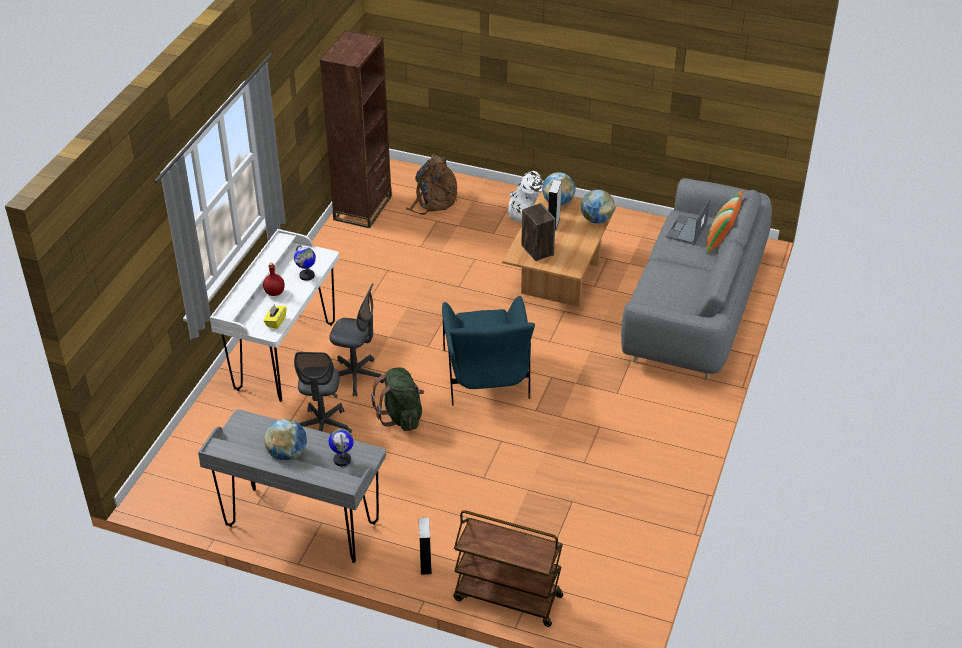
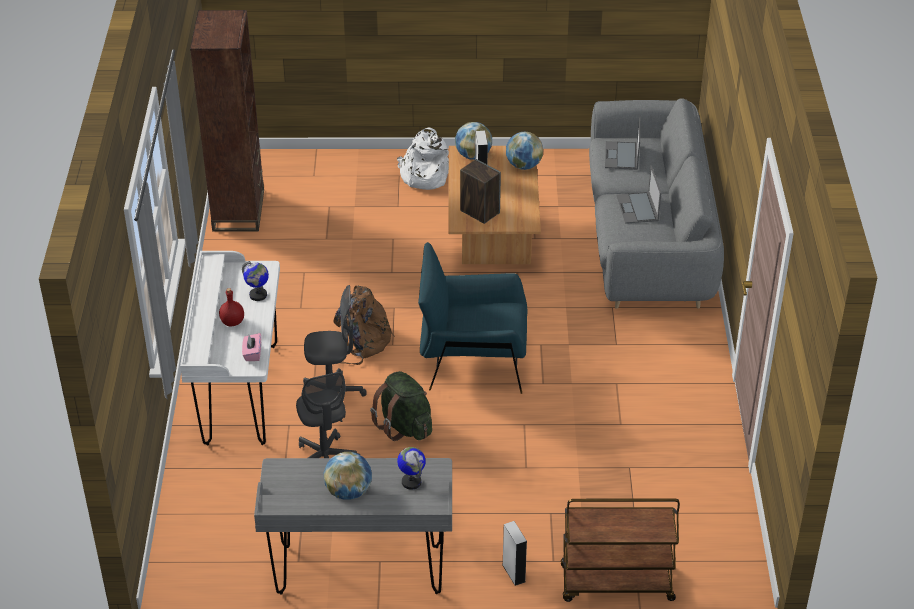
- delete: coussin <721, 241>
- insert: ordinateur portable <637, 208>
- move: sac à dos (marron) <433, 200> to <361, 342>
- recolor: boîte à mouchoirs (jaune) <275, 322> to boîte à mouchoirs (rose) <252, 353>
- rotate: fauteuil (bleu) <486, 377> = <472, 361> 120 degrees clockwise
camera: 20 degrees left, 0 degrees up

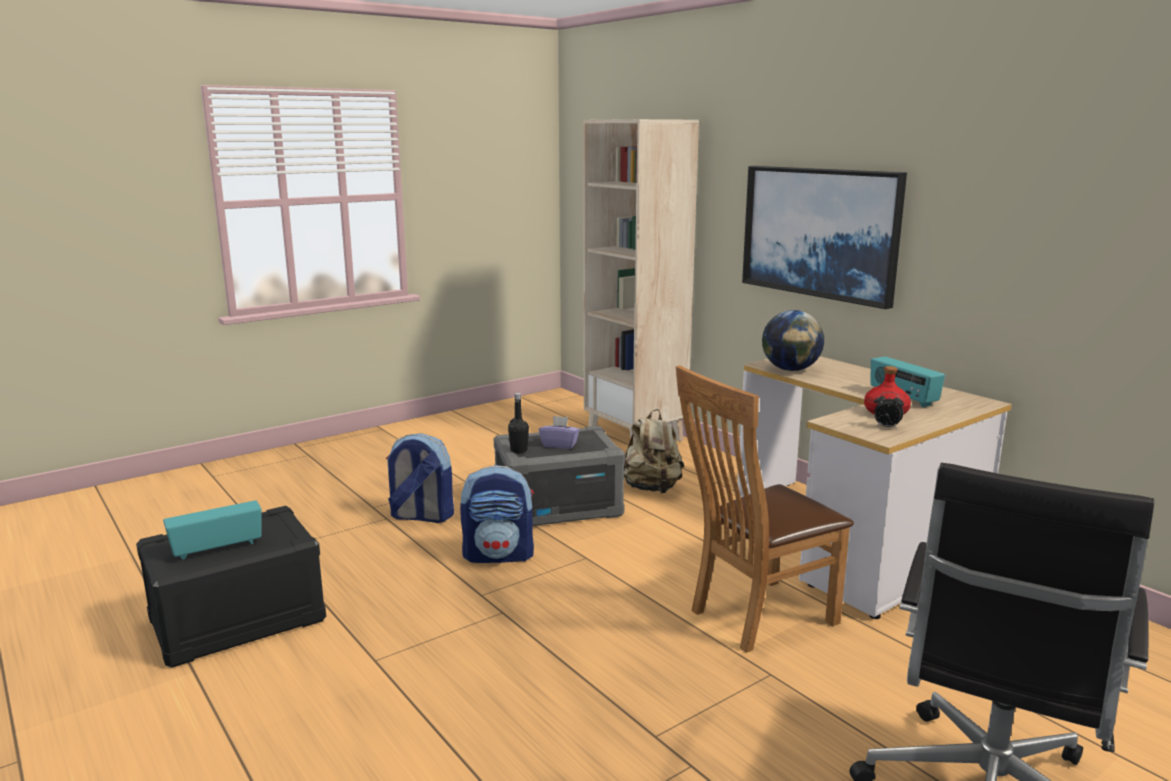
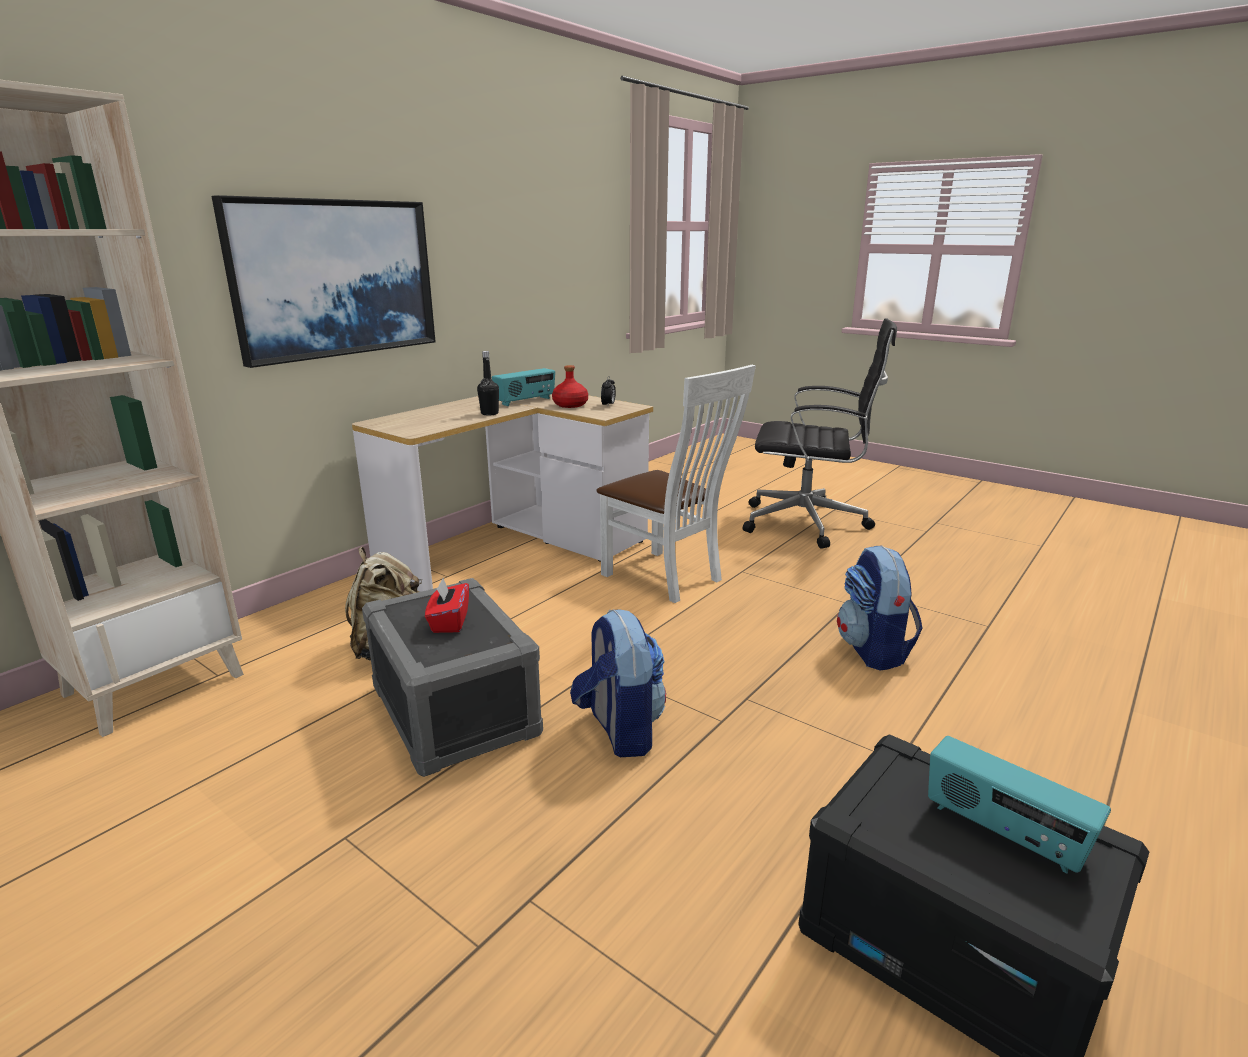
- delete: globe <790, 369>
- move: sac à dos <421, 516> to <873, 651>
- move: bouteille (noir) <519, 450> to <489, 413>
- recolor: boîte à mouchoirs (violet) <559, 445> to boîte à mouchoirs (rouge) <449, 622>
- recolor: chaise (marron) <755, 617> to chaise (blanc) <668, 578>
camera: 105 degrees left, 5 degrees up

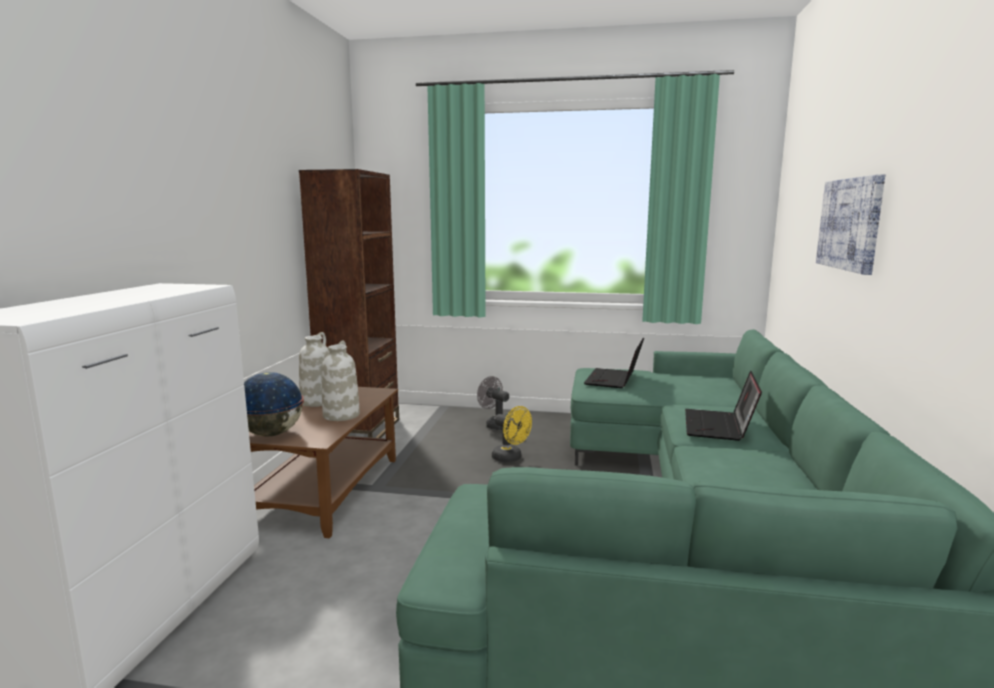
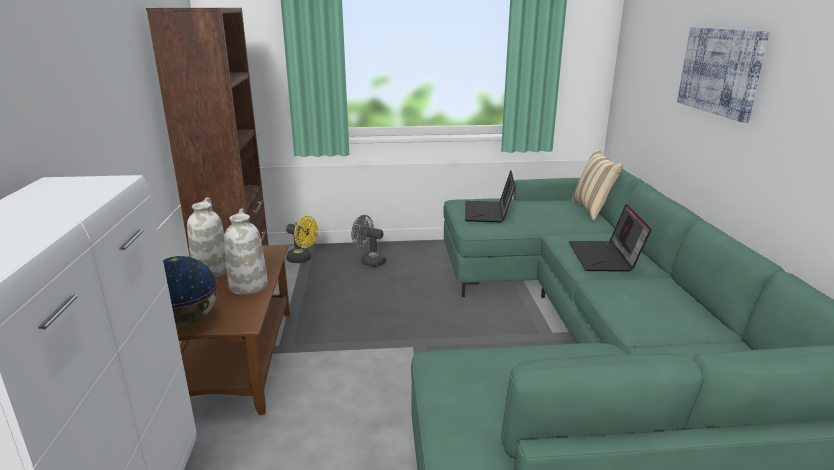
- insert: coussin (beige) <593, 210>
- move: ventilateur (jaune) <510, 458> to <302, 259>
camera: 15 degrees left, 10 degrees up

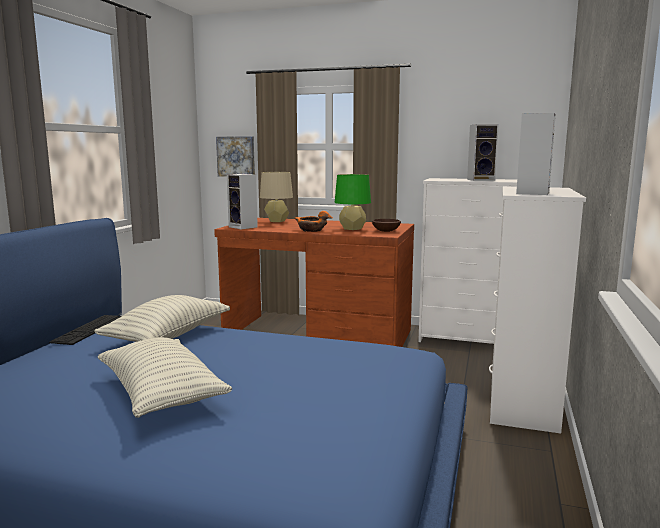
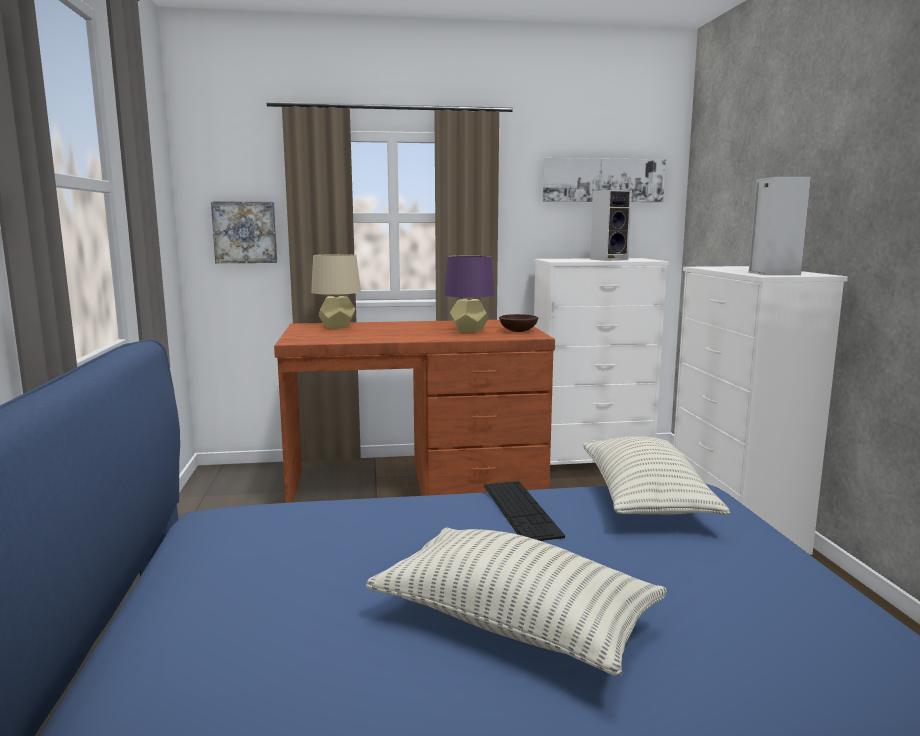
- delete: enceinte <244, 227>
- delete: bol (orange) <311, 230>
- insert: tableau <603, 180>
- move: clavier <89, 329> to <520, 509>
- move: coussin <168, 336> to <645, 500>
- recolor: lampe de table (vert) <352, 229> to lampe de table (violet) <469, 331>
camera: 25 degrees left, 0 degrees up

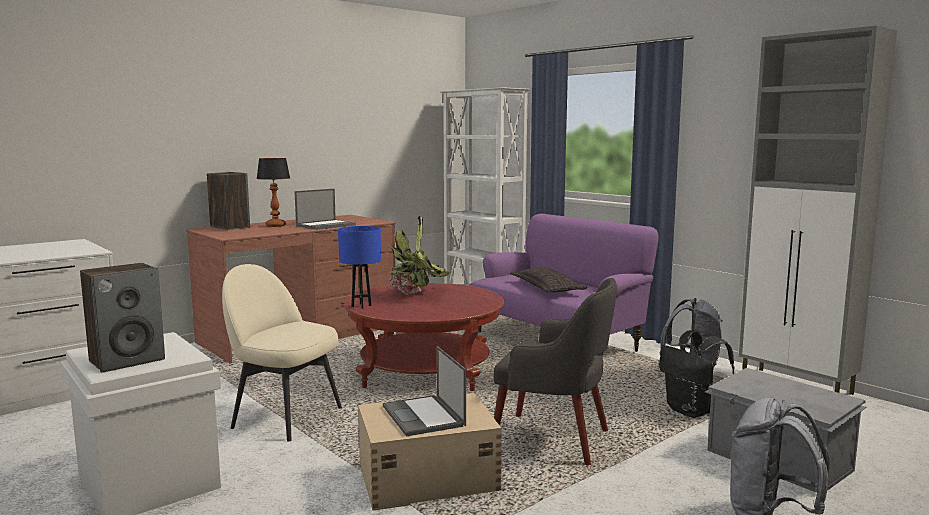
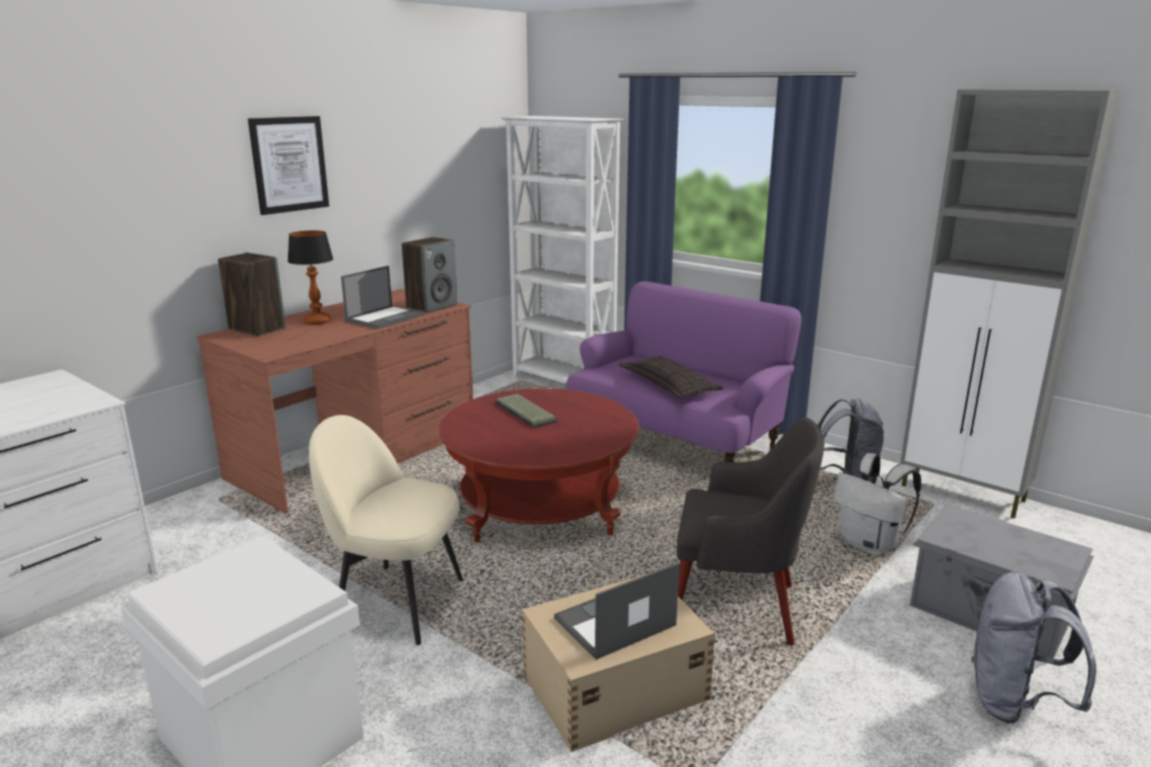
- delete: lampe de table (bleu) <361, 306>
- insert: tableau <289, 164>
- move: enceinte <127, 360> to <432, 306>
- replace: plante en pot <419, 294> to clavier <527, 412>
- recolor: sac à dos (noir) <692, 412> to sac à dos (blanc) <870, 545>
- rotate: ordinateur portable <424, 416> = <614, 622> 90 degrees clockwise
camera: 10 degrees left, 10 degrees up

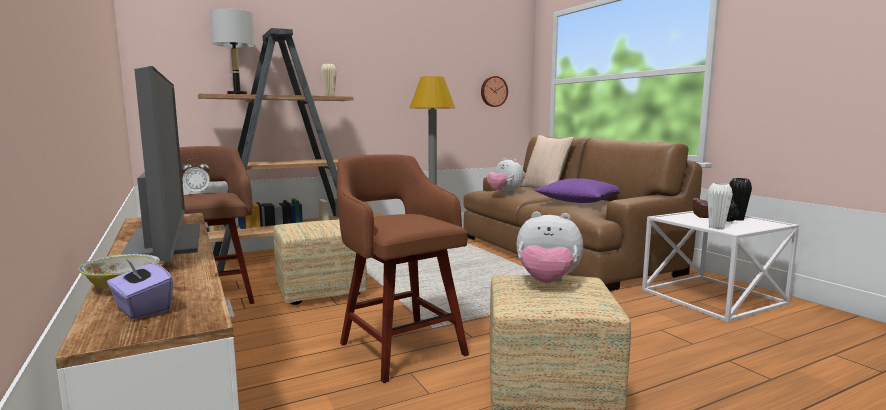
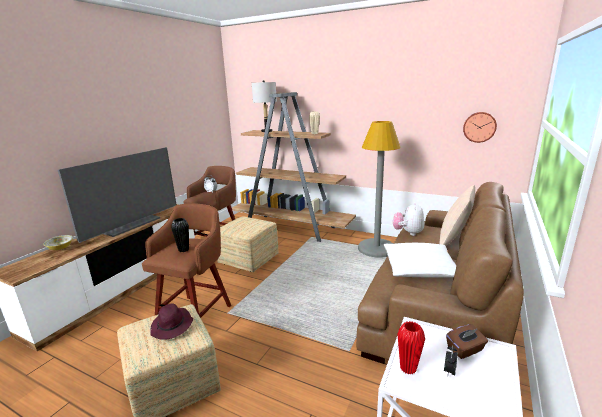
- delete: boîte à mouchoirs (violet) <141, 309>
- move: vase (noir) <736, 219> to <183, 250>
- replace: peluche <547, 283> to chapeau (violet) <172, 326>
- recolor: coussin (violet) <579, 201> to coussin (blanc) <420, 269>
- recolor: vase (blanc) <716, 227> to vase (rouge) <408, 368>
camera: 55 degrees right, 10 degrees up

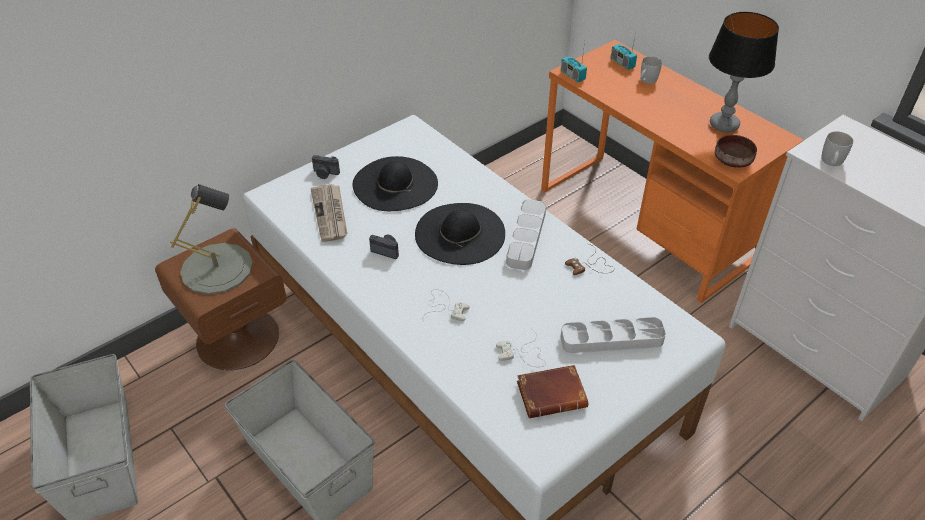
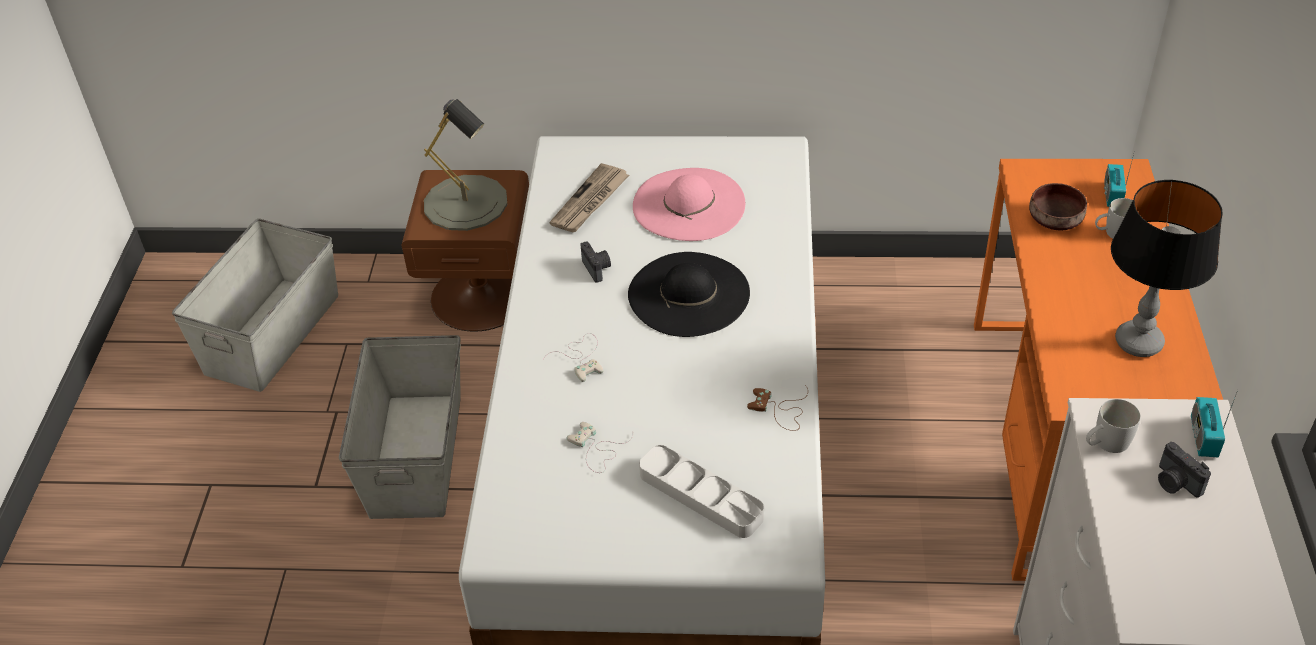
- delete: plateau (gris) <526, 237>
- delete: livre (marron) <552, 394>
- move: appareil photo <325, 174> to <1175, 483>
- move: radio <572, 75> to <1203, 437>
- move: bol (marron) <733, 160> to <1056, 220>
- recolor: chapeau (noir) <395, 184> to chapeau (rose) <689, 204>
camera: 45 degrees right, 0 degrees up

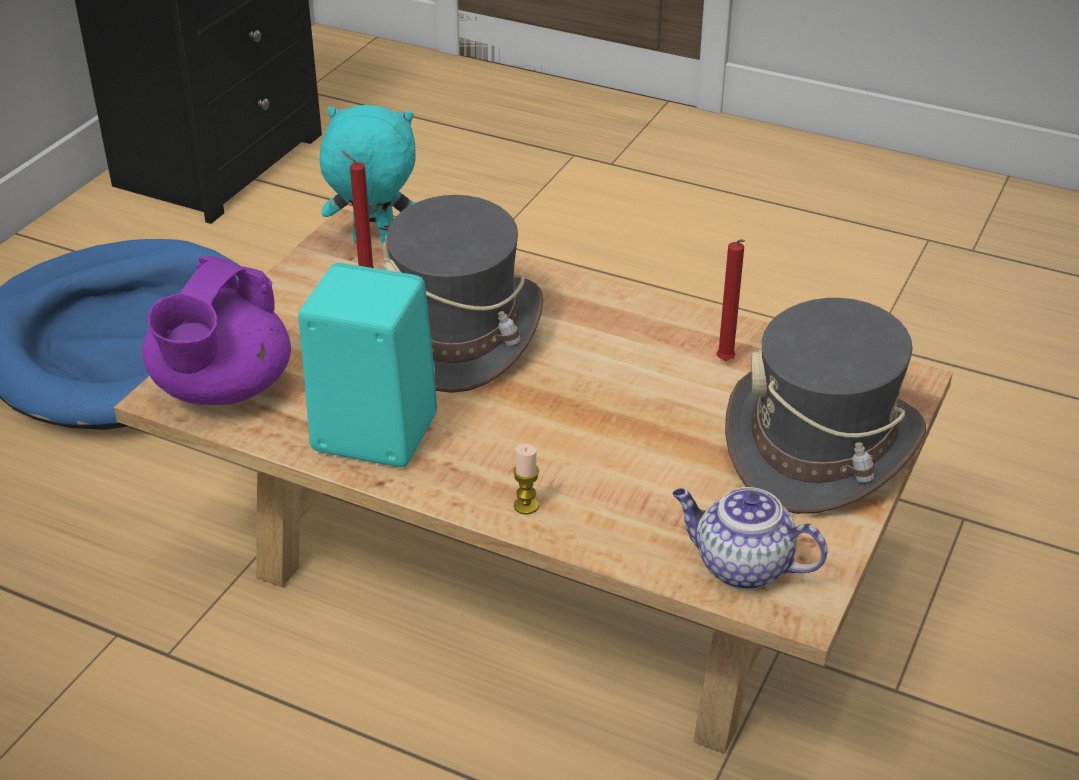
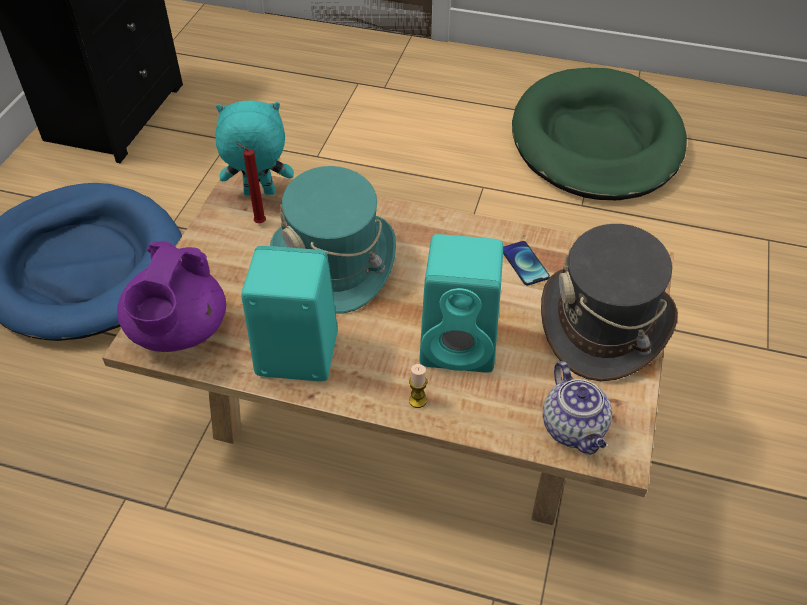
- insert: enceinte (turquoise) <461, 344>
- insert: panier pour chien (vert) <596, 141>
- replace: bougie (rouge) <726, 362> to téléphone <524, 264>
- recolor: chapeau (gris) <457, 332> to chapeau (turquoise) <335, 262>
- rotate: théière <741, 566> = <574, 429> 120 degrees counterclockwise
camera: 10 degrees left, 10 degrees up

